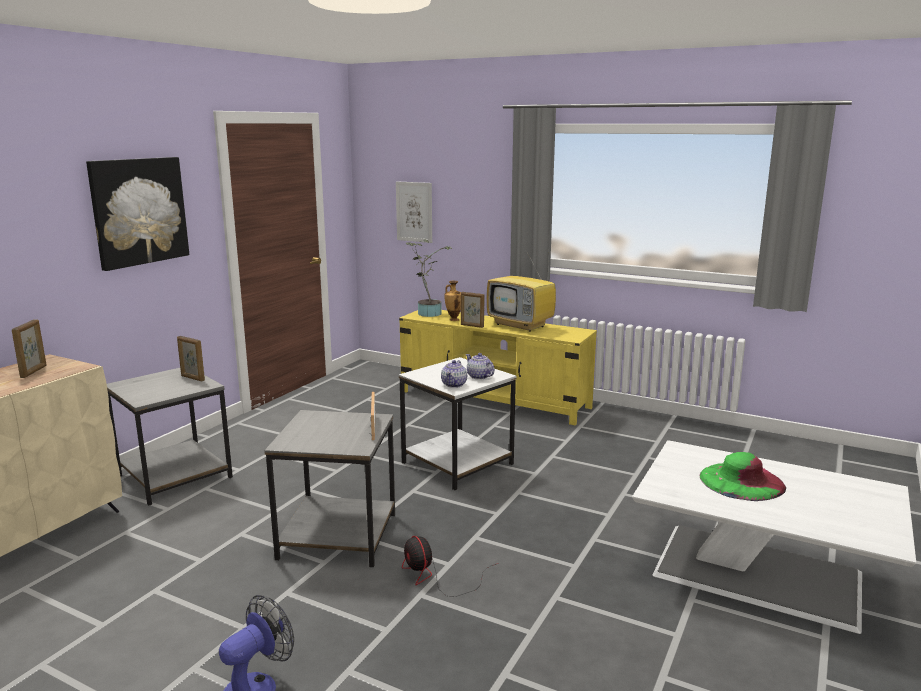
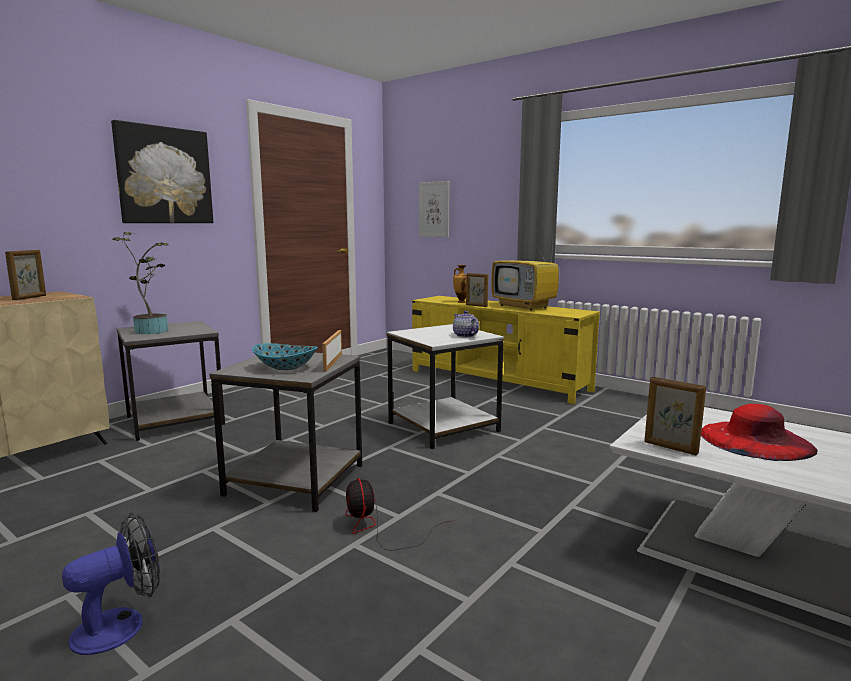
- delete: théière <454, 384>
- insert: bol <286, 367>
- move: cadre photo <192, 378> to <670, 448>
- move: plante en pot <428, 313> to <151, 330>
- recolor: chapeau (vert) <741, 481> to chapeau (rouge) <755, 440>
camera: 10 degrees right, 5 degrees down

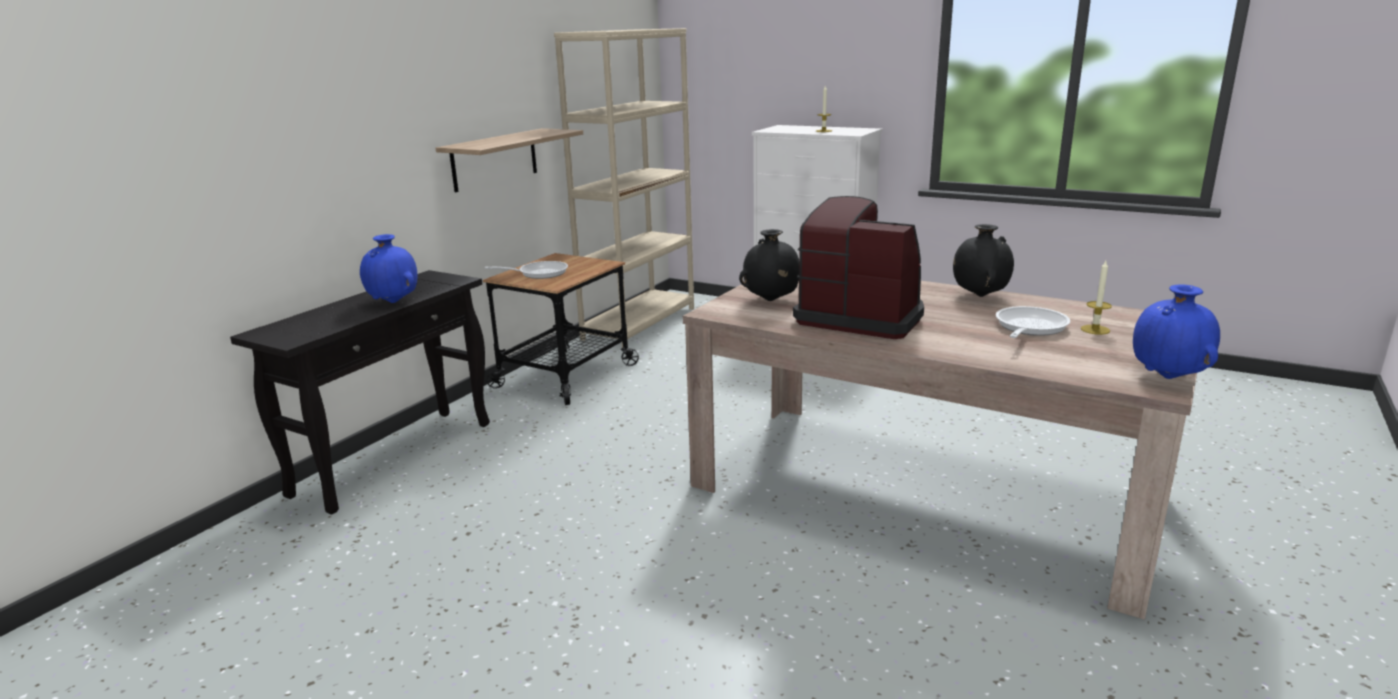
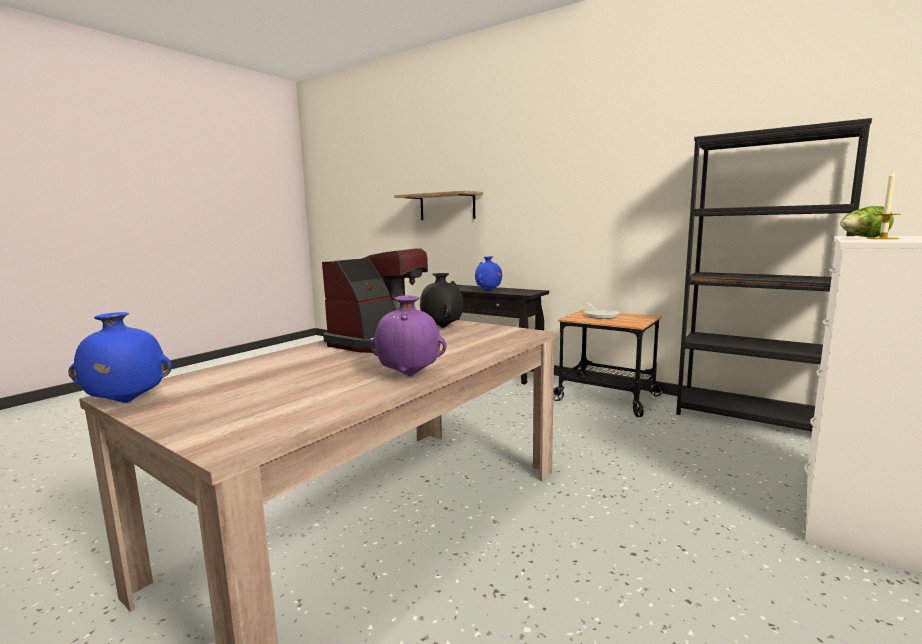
- delete: poêle <1028, 328>
- delete: bougie <1095, 329>
- insert: laitue <862, 237>
- move: étagère <495, 159> to <447, 206>
- recolor: bibliothèque (beige) <640, 323> to bibliothèque (noir) <749, 418>
- recolor: vase (noir) <979, 296> to vase (violet) <409, 375>
camera: 95 degrees right, 10 degrees down

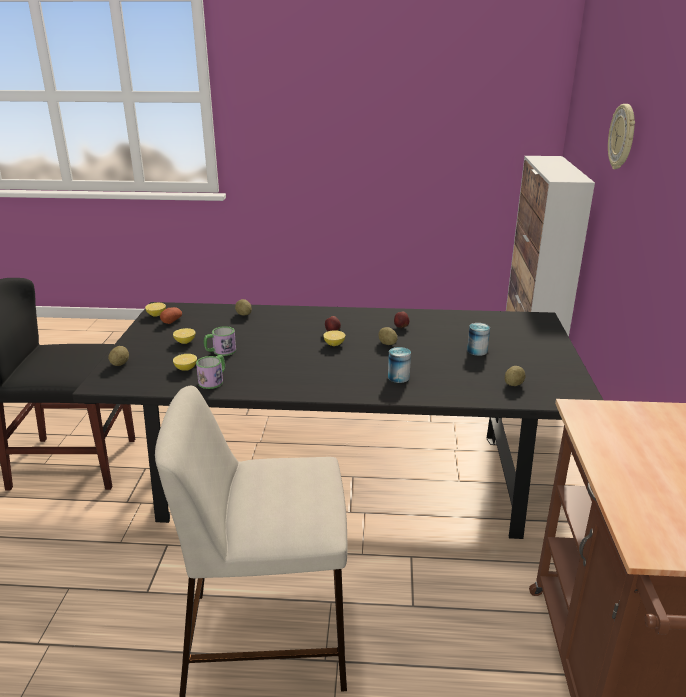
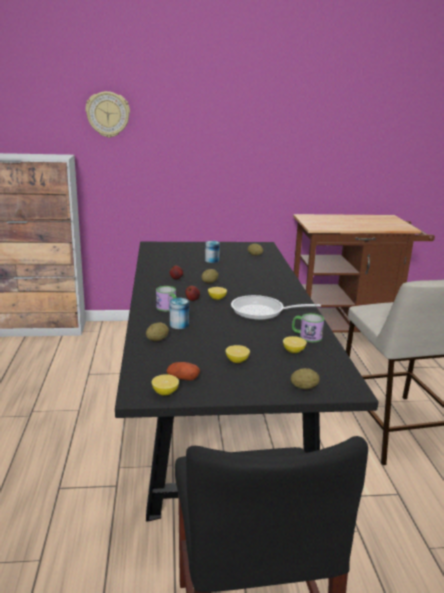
- insert: poêle <262, 312>
- move: mug <220, 351> to <168, 308>
- move: boîte métallique <398, 377> to <179, 325>
camera: 100 degrees left, 5 degrees down

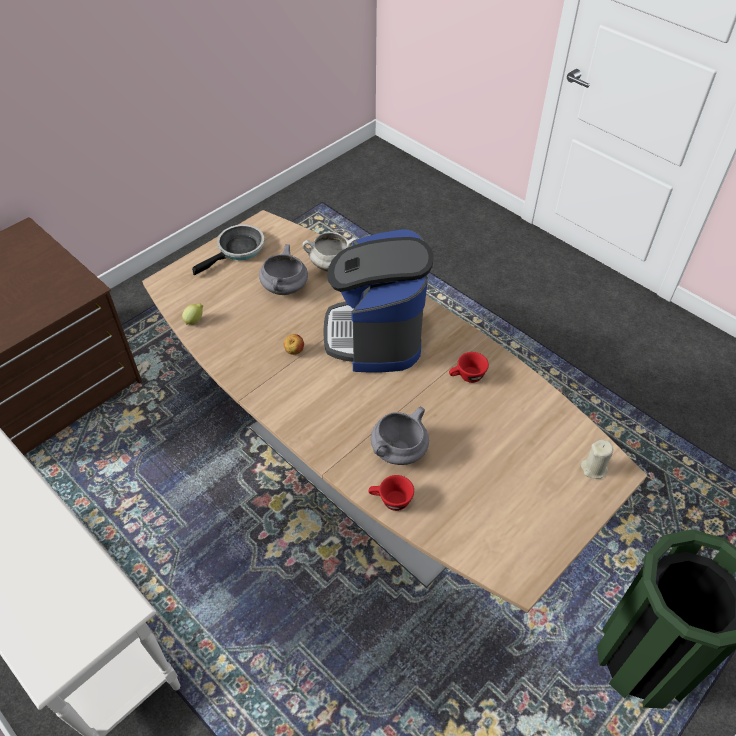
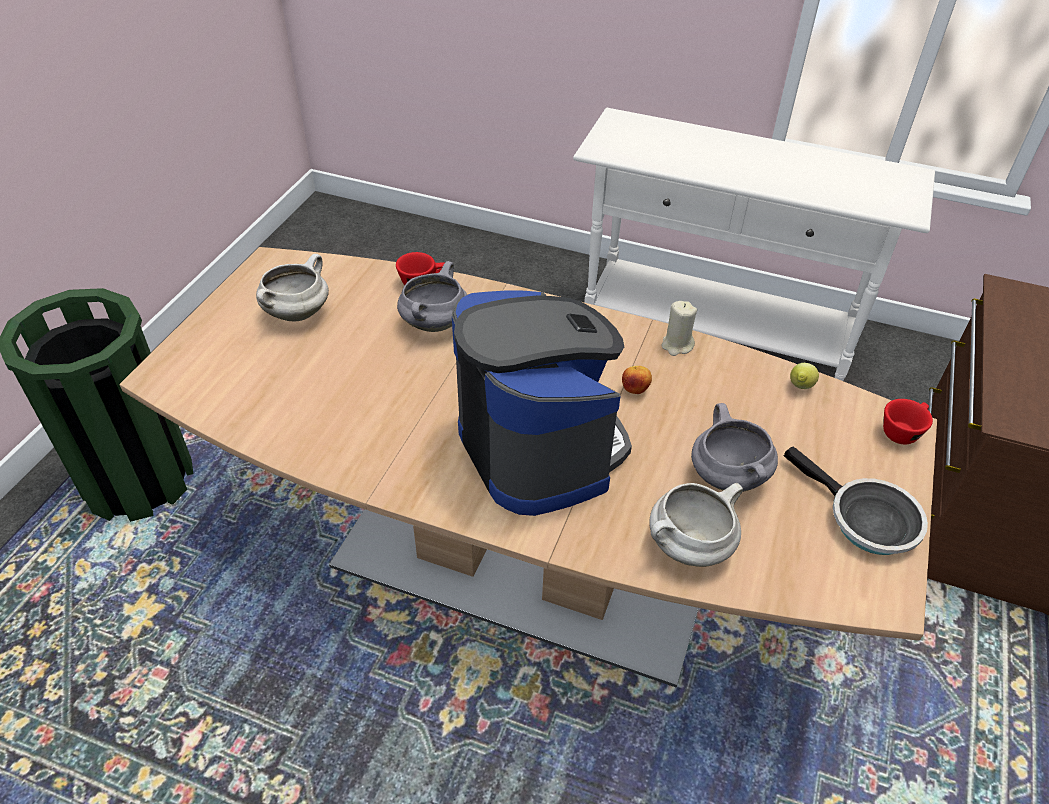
- insert: marmite (blanc) <297, 312>
- move: tasse (rouge) <467, 377> to <902, 431>
- move: bougie (beige) <594, 468> to <677, 345>
- rotate: poêle <238, 250> = <865, 520> 60 degrees counterclockwise
camera: 155 degrees right, 5 degrees down

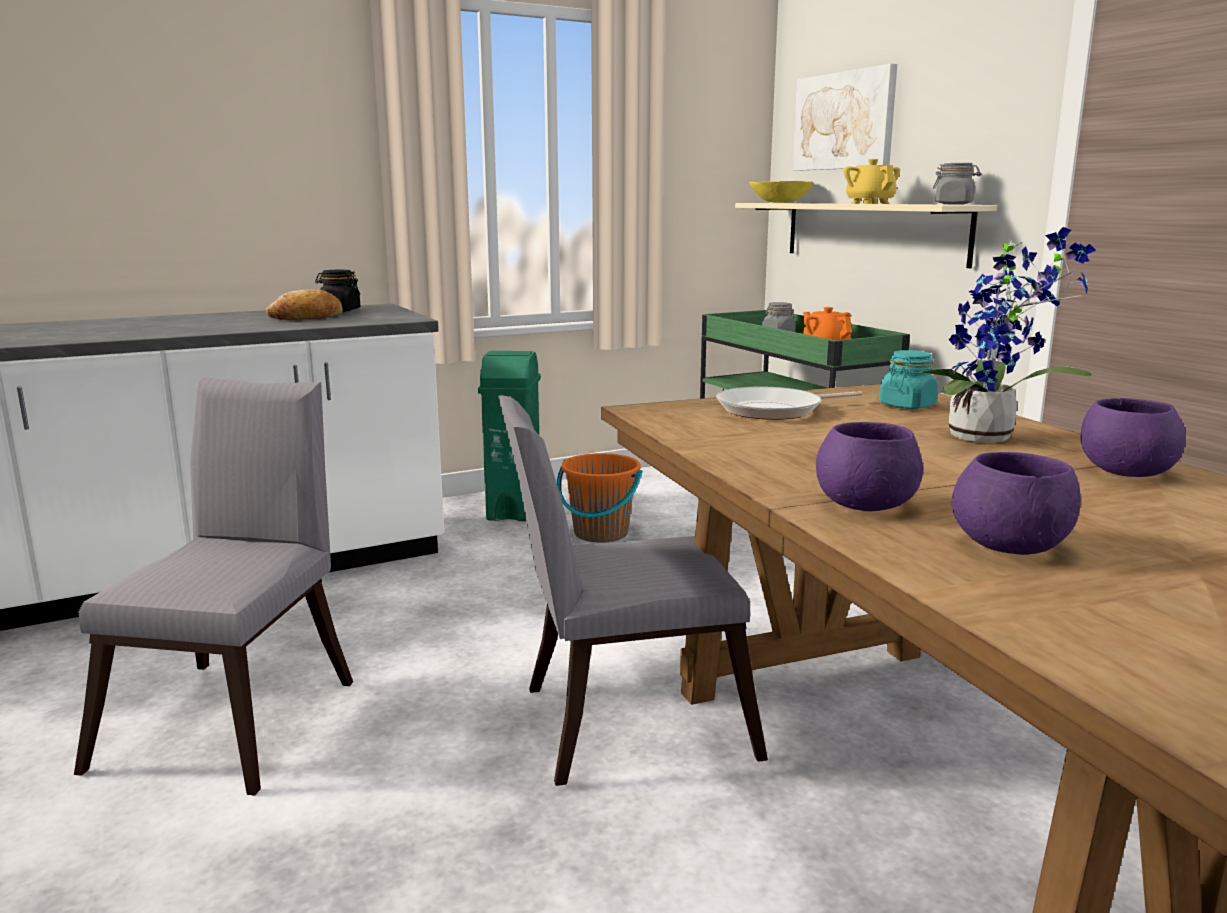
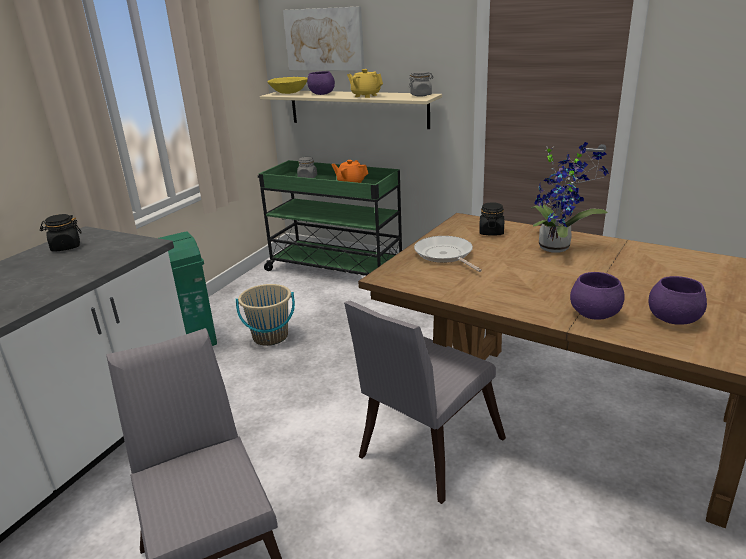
- delete: pain <307, 317>
- move: bol (violet) <1125, 472> to <321, 94>
- recolor: seau (orange) <600, 533> to seau (beige) <270, 337>
- recolor: bocal (turquoise) <907, 405> to bocal (noir) <491, 232>
- rotate: poêle <775, 410> = <445, 255> 120 degrees clockwise
camera: 35 degrees left, 10 degrees up

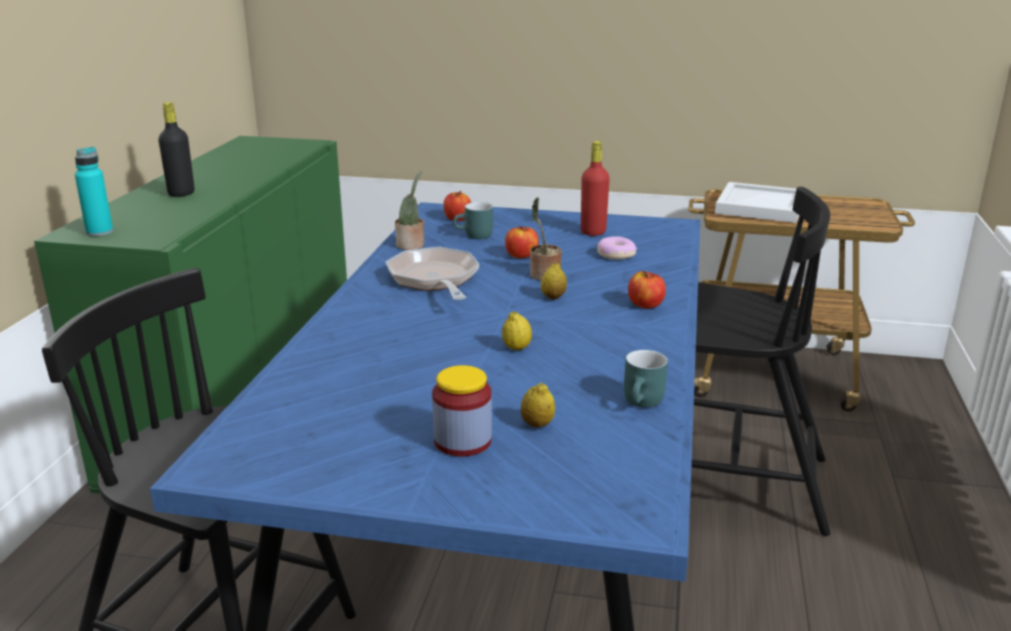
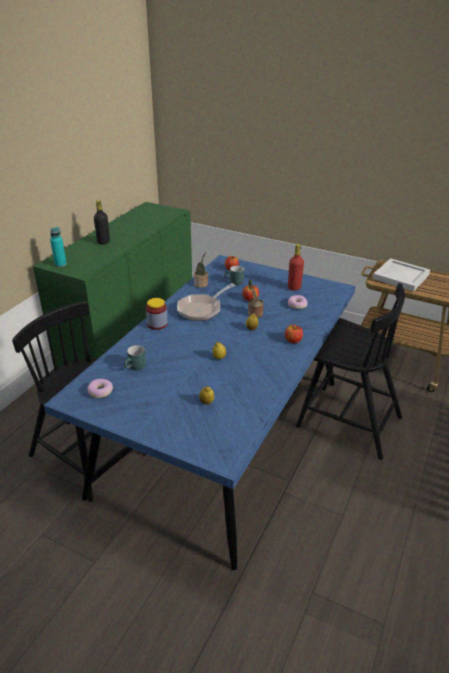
- insert: beignet <100, 392>
- move: bocal <462, 441> to <157, 324>
- move: mug (turquoise) <644, 403> to <136, 367>
- rotate: poêle <435, 280> = <202, 309> 135 degrees counterclockwise
camera: 15 degrees right, 10 degrees up

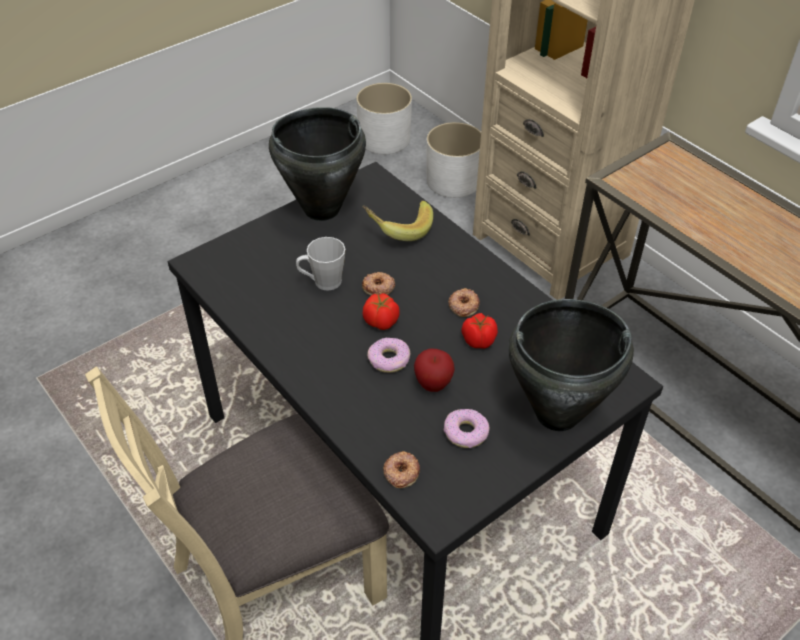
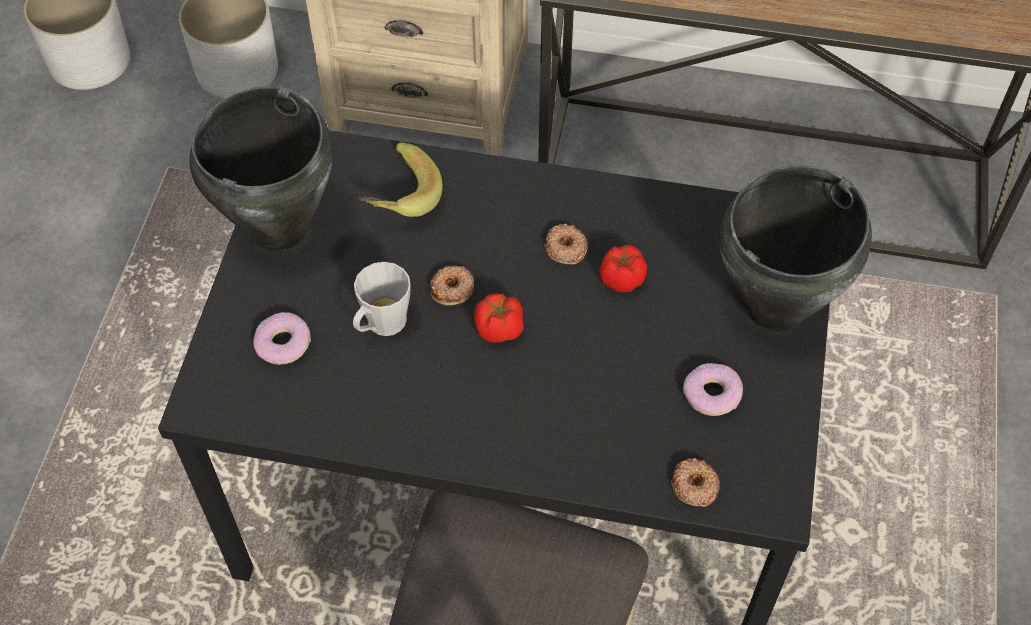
- delete: pomme <433, 384>
- move: beignet <389, 360> to <283, 344>
camera: 40 degrees left, 10 degrees up

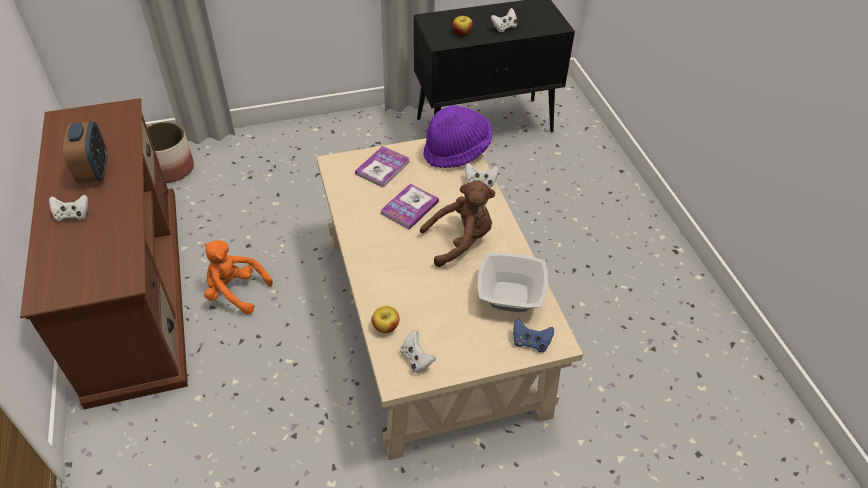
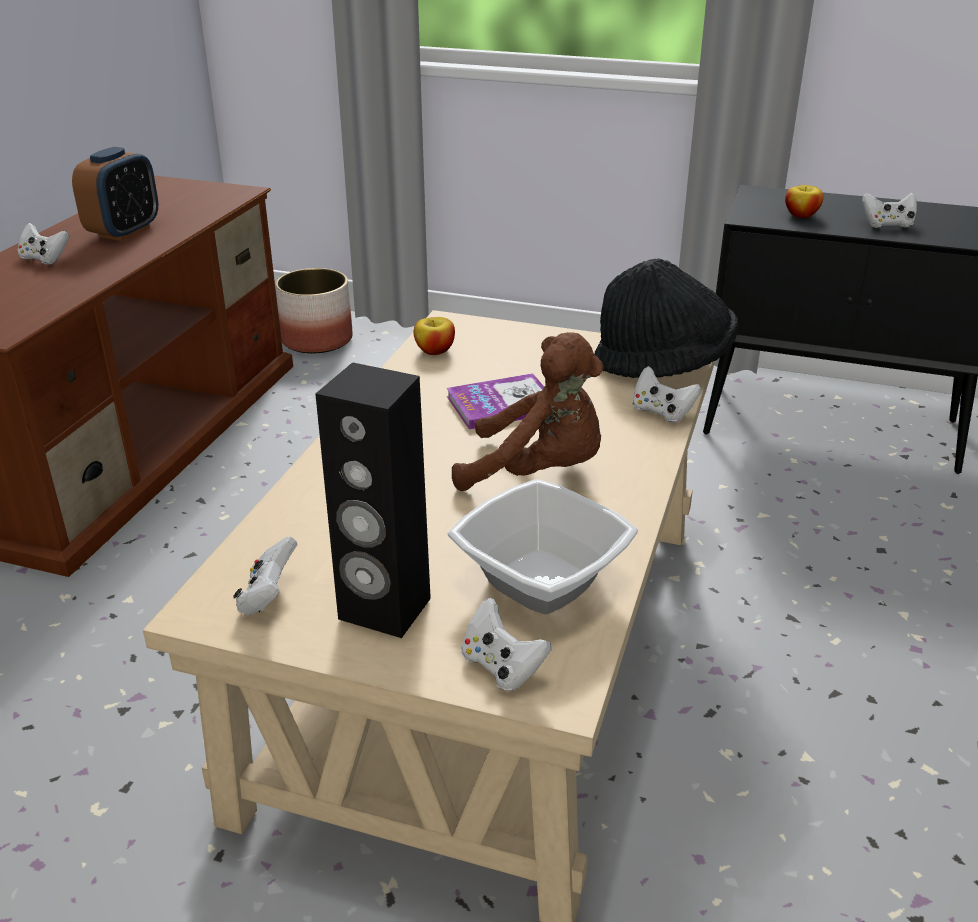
- delete: peluche (orange) <235, 292>
- delete: livre <383, 168>
- insert: enceinte (noir) <384, 609>
- move: pomme <386, 327> to <435, 351>
- recolor: chapeau (violet) <457, 151> to chapeau (noir) <663, 365>
- recolor: manette (bleu) <530, 342> to manette (blanc) <501, 667>
camera: 35 degrees right, 15 degrees down

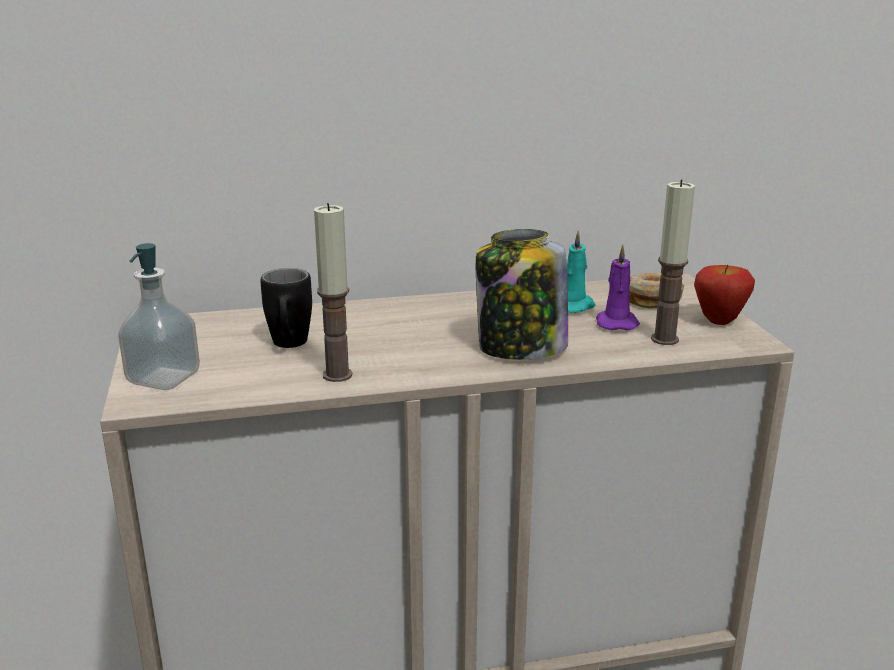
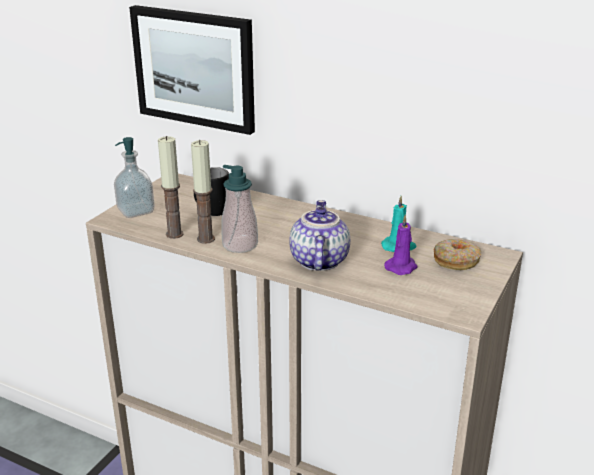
- delete: pomme <719, 321>
- insert: tableau <195, 68>
- insert: distributeur de savon <240, 245>
- move: bougie <664, 339> to <174, 234>
- replace: bocal <520, 348> to théière <317, 260>
camera: 40 degrees right, 5 degrees up

